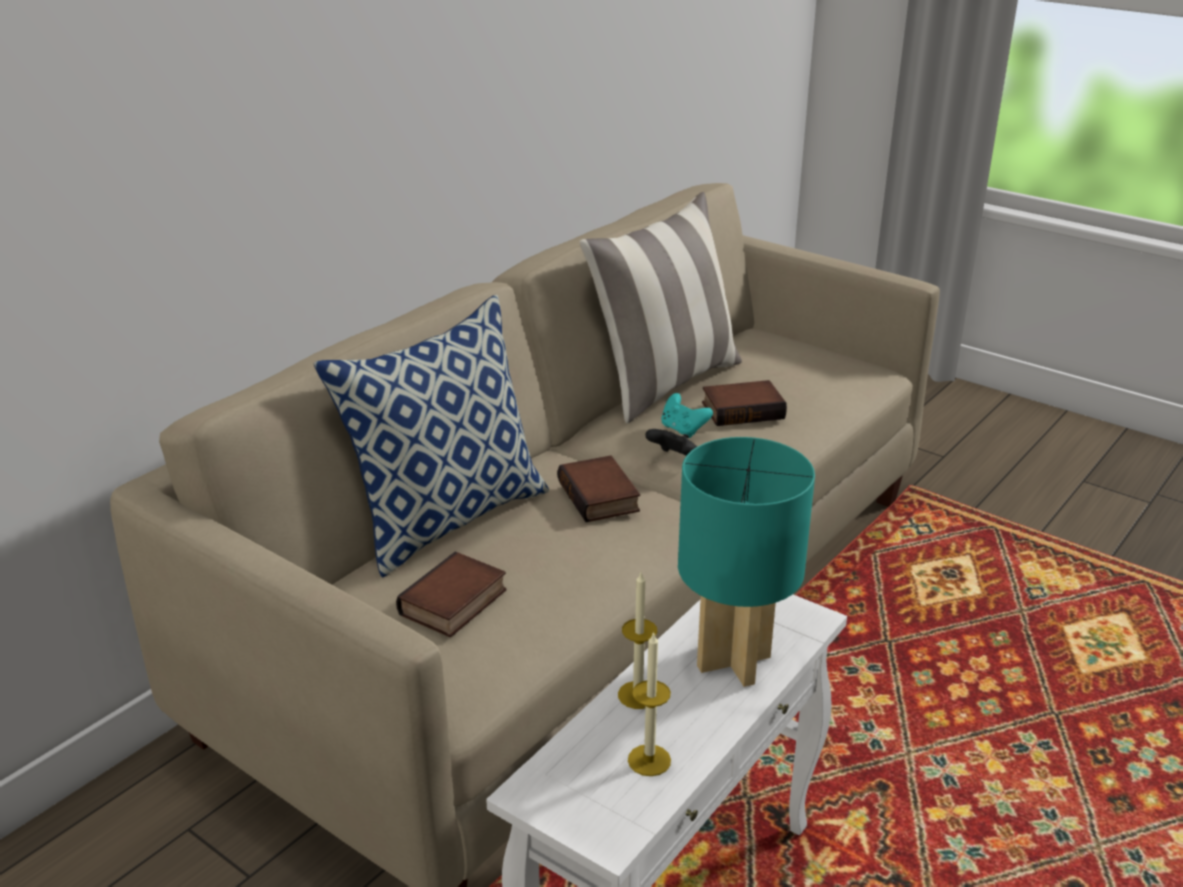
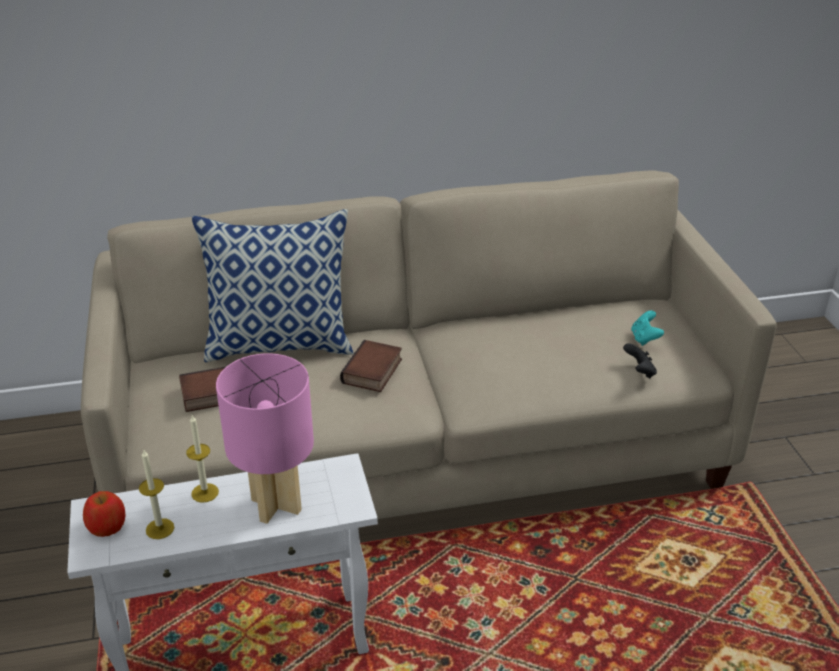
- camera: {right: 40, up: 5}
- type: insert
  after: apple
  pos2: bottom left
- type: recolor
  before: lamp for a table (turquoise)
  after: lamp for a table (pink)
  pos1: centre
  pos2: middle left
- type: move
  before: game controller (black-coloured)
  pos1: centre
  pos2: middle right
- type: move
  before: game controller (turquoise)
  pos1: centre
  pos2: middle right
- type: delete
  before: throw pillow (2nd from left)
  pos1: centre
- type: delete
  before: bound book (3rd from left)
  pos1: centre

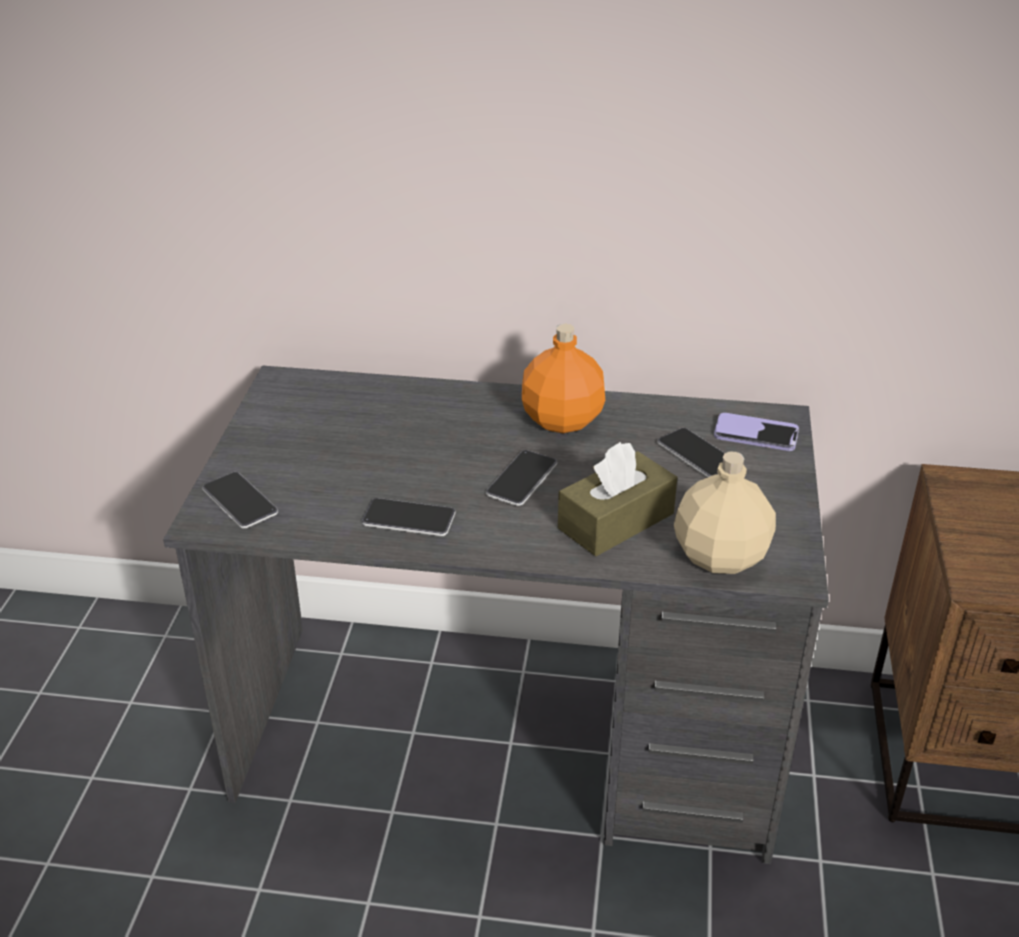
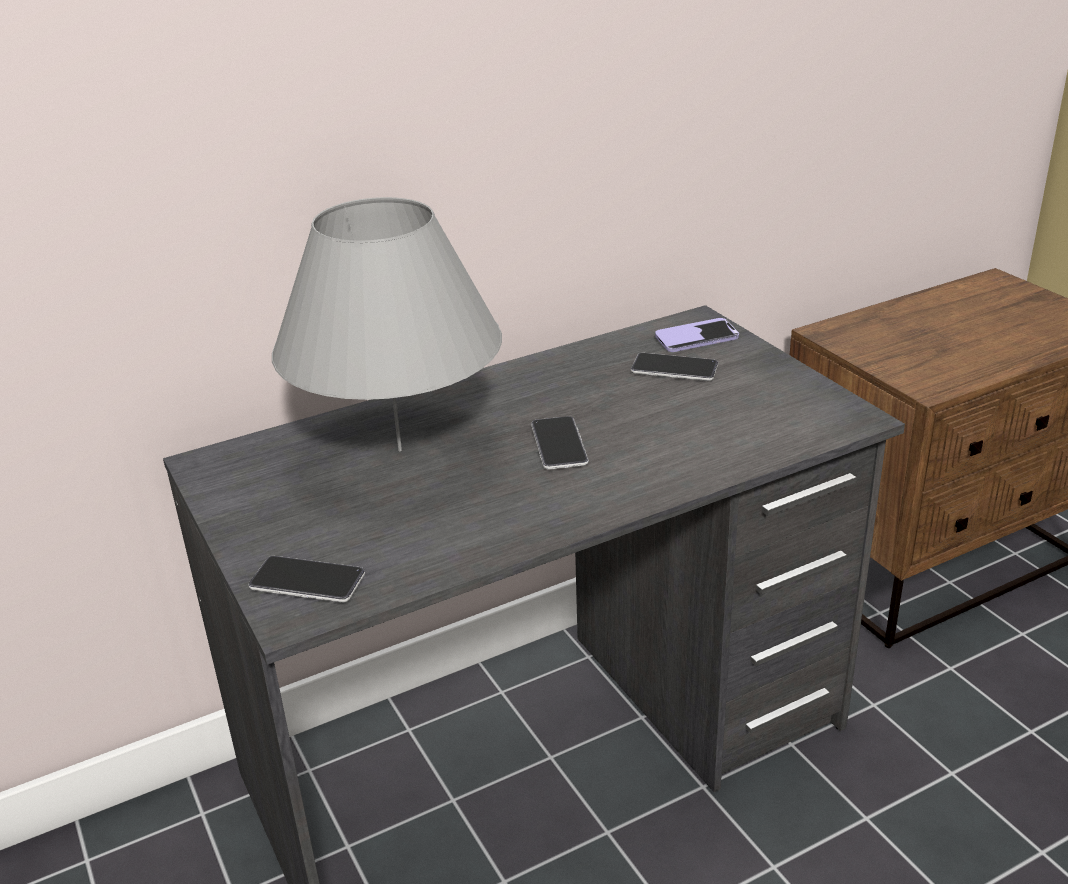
- camera: {right: -35, up: -5}
- type: insert
  after: lamp for a table (greyish)
  pos2: centre
- type: delete
  before: phone (2nd from left)
  pos1: centre
- type: delete
  before: bottle (orange)
  pos1: centre
- type: delete
  before: box of tissues (brown-coloured)
  pos1: centre
- type: delete
  before: bottle (sand-coloured)
  pos1: middle right

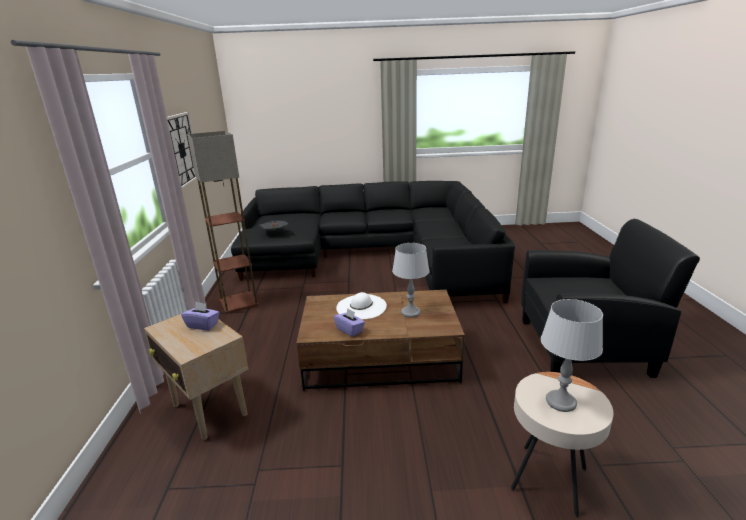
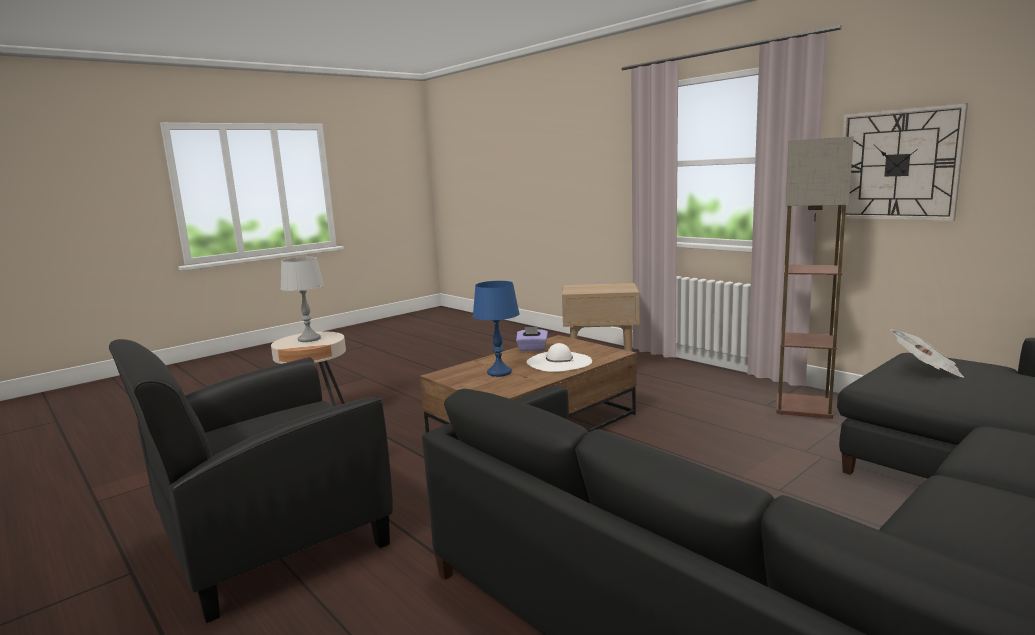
- camera: {right: 140, up: -10}
- type: recolor
  before: lamp for a table (greyish) (1st from left)
  after: lamp for a table (blue-coloured)
  pos1: centre
  pos2: centre
- type: delete
  before: box of tissues (purplish) (1st from left)
  pos1: middle left

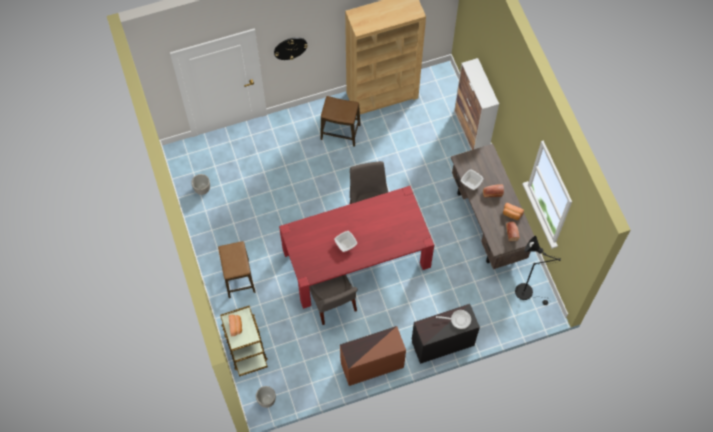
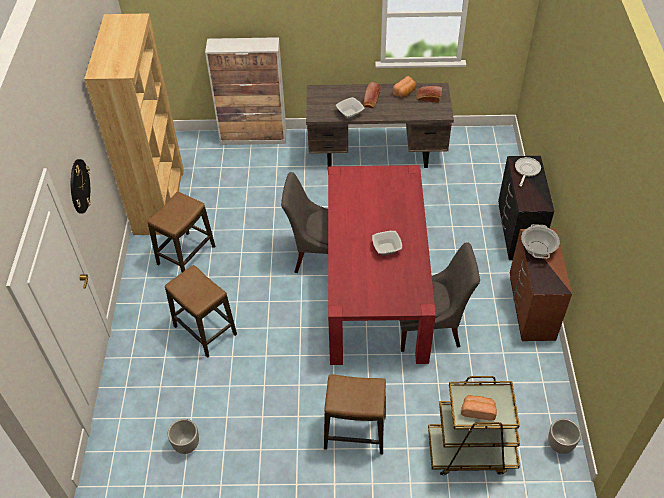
- camera: {right: -70, up: -15}
- type: insert
  after: stool (2nd from left)
  pos2: middle left
- type: insert
  after: stockpot
  pos2: middle right
- type: delete
  before: standard lamp (black-coloured)
  pos1: middle right

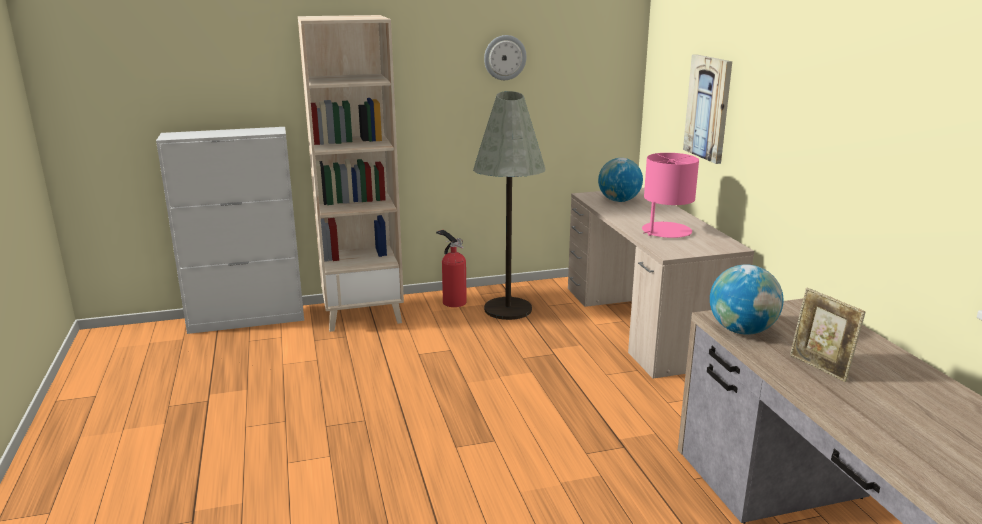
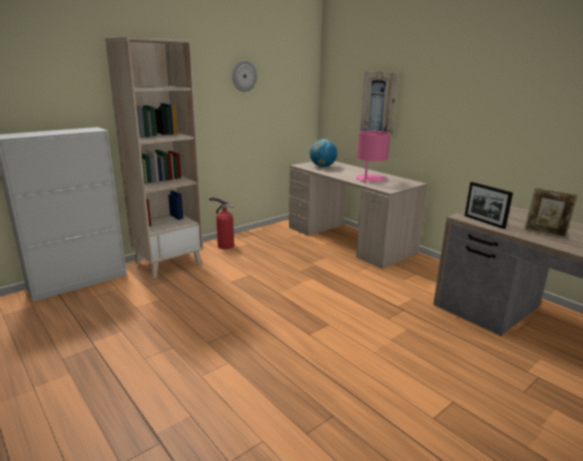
- camera: {right: -25, up: 0}
- type: replace
  before: desk globe (2nd from left)
  after: photo frame (1st from left)
  pos1: middle right
  pos2: middle right
- type: delete
  before: standard lamp (greyish)
  pos1: centre

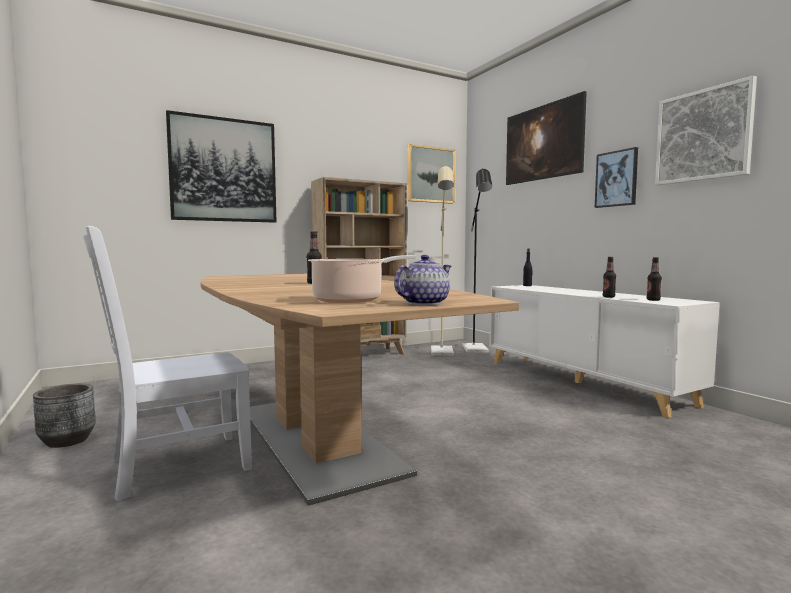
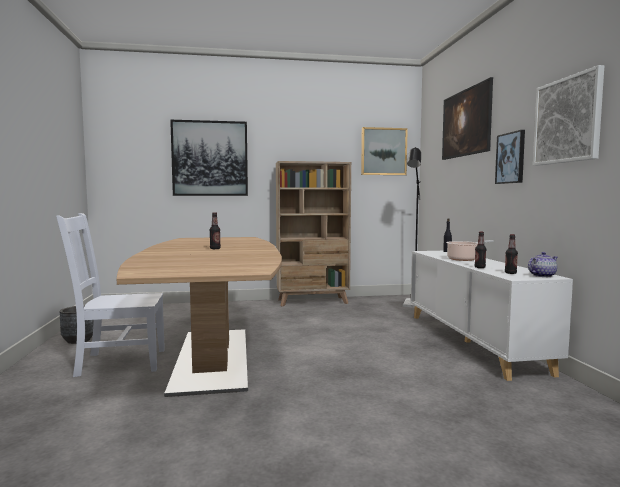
- camera: {right: 20, up: 0}
- type: move
  before: stockpot
  pos1: centre
  pos2: middle right
- type: move
  before: pot for tea
  pos1: centre
  pos2: middle right
- type: delete
  before: standard lamp (sand-coloured)
  pos1: centre

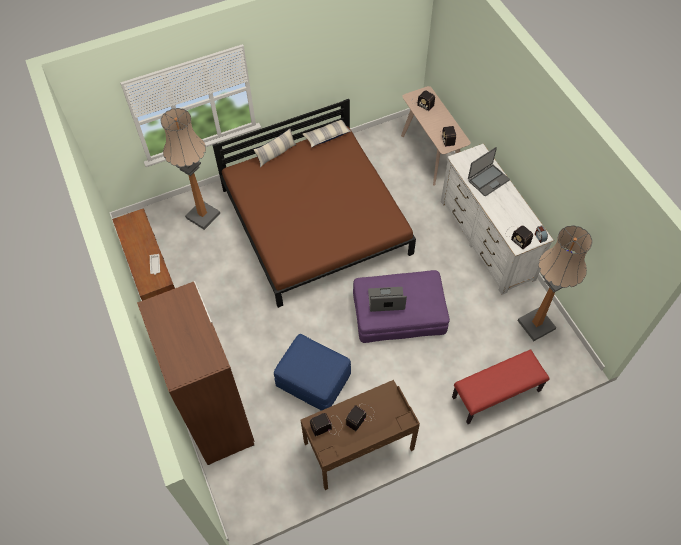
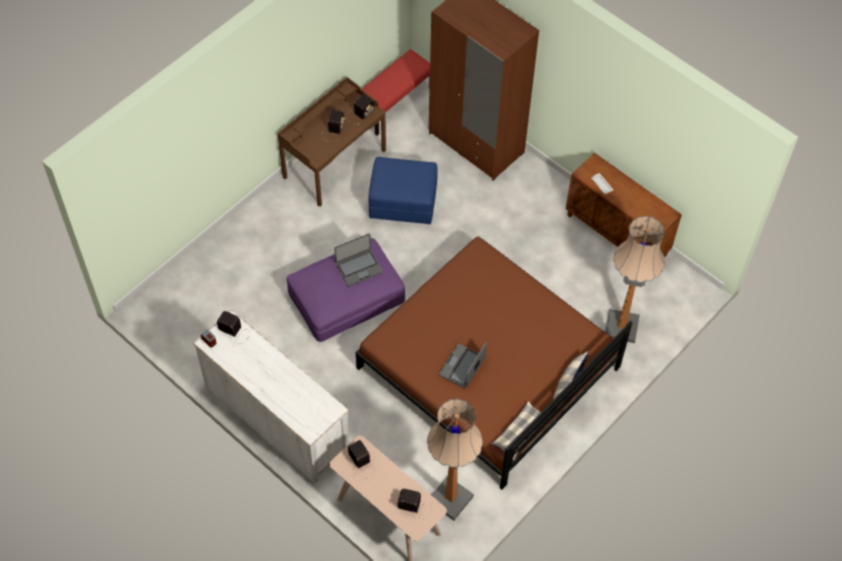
- camera: {right: 155, up: 0}
- type: move
  before: bench (red-coloured)
  pos1: bottom right
  pos2: top centre
- type: move
  before: standard lamp (2nd from left in the first image)
  after: standard lamp (1st from left)
  pos1: middle right
  pos2: bottom centre
- type: move
  before: notebook computer (2nd from left)
  pos1: top right
  pos2: centre

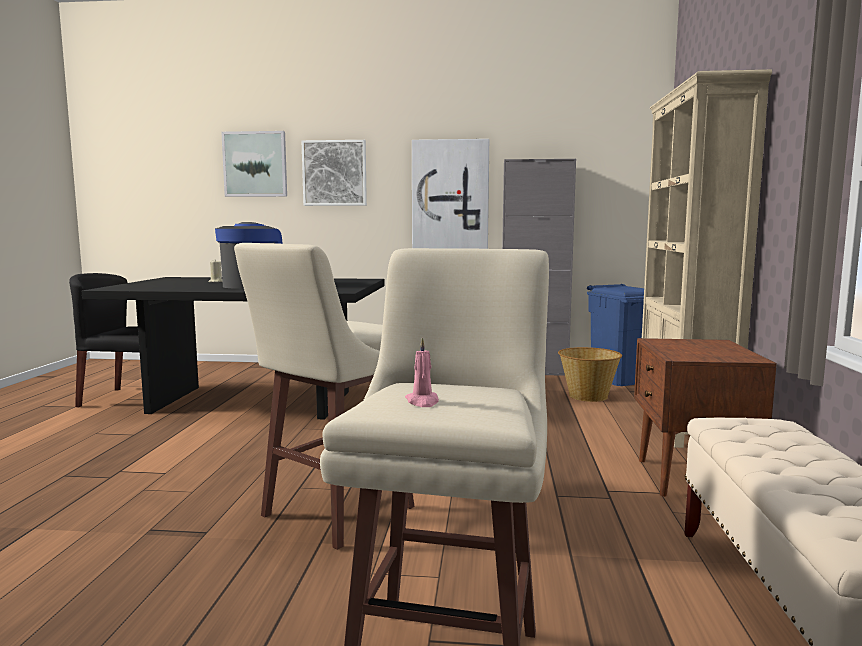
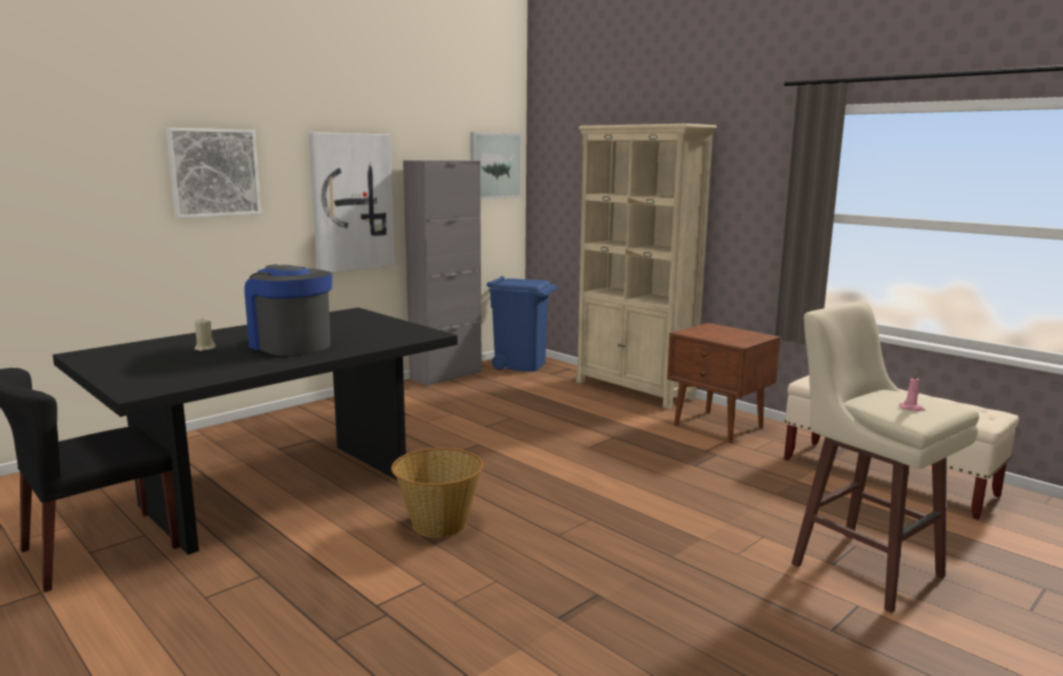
- camera: {right: -50, up: 5}
- type: move
  before: household basket
  pos1: middle right
  pos2: bottom centre
- type: move
  before: picture (1st from left in the first image)
  after: picture (3rd from left)
  pos1: top left
  pos2: top centre
- type: delete
  before: stool (sand-coloured) (1st from left)
  pos1: centre

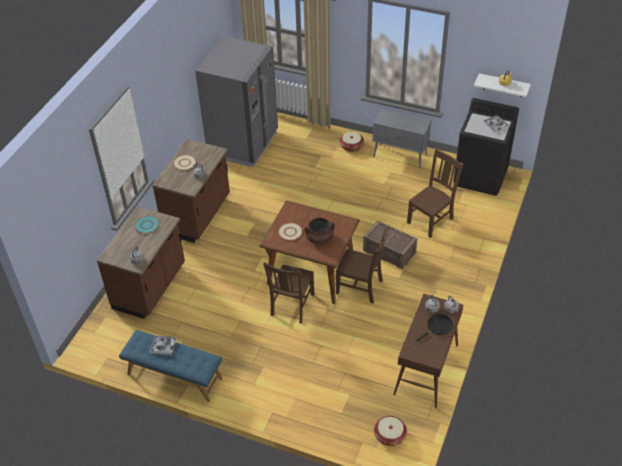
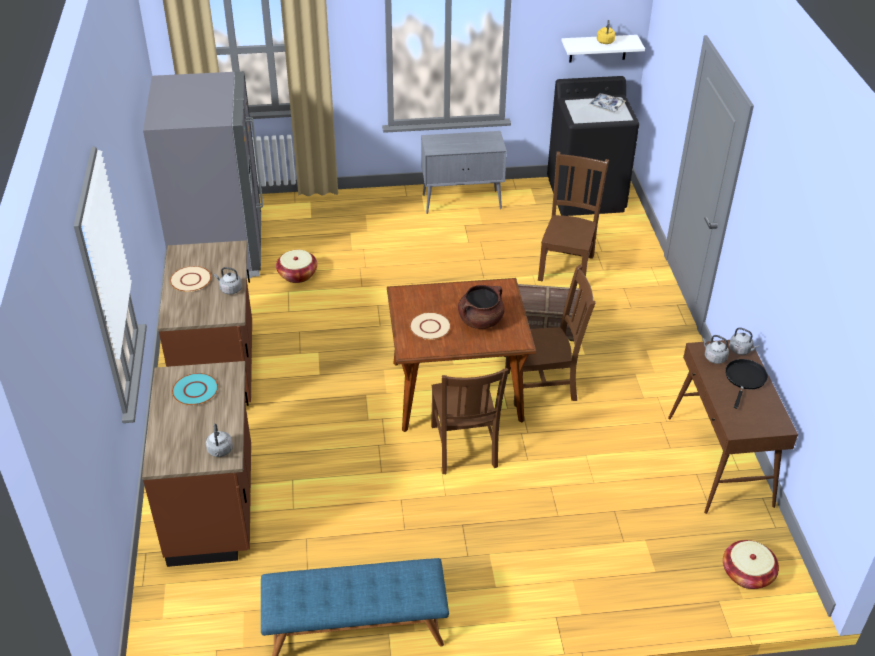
- camera: {right: -30, up: -5}
- type: move
  before: household basket (1st from left)
  pos1: top centre
  pos2: centre
- type: delete
  before: carrying tray (1st from left)
  pos1: bottom left

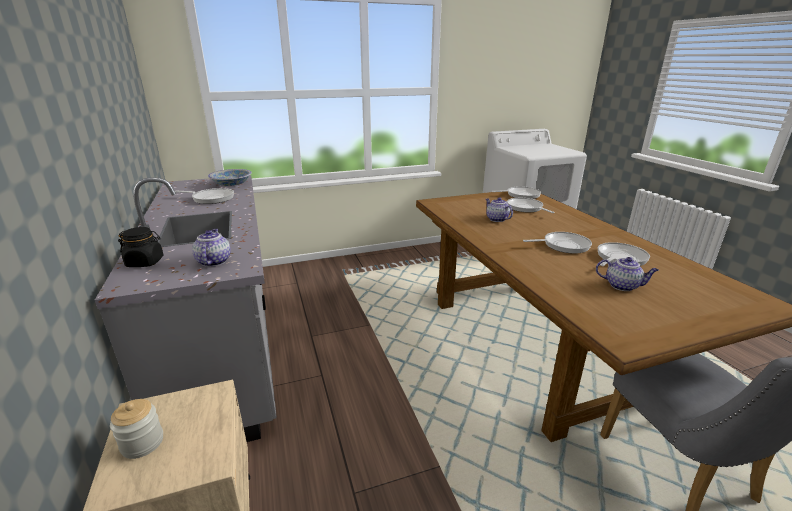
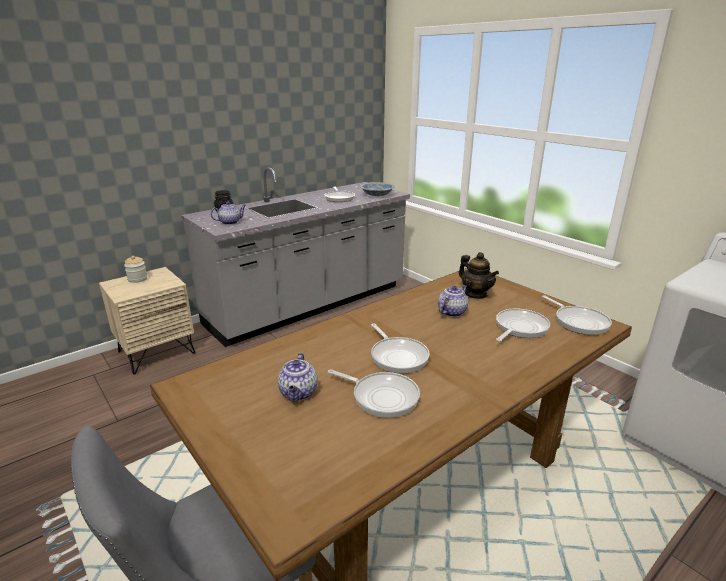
- camera: {right: 70, up: 0}
- type: insert
  after: pot for tea (4th from left)
  pos2: centre

